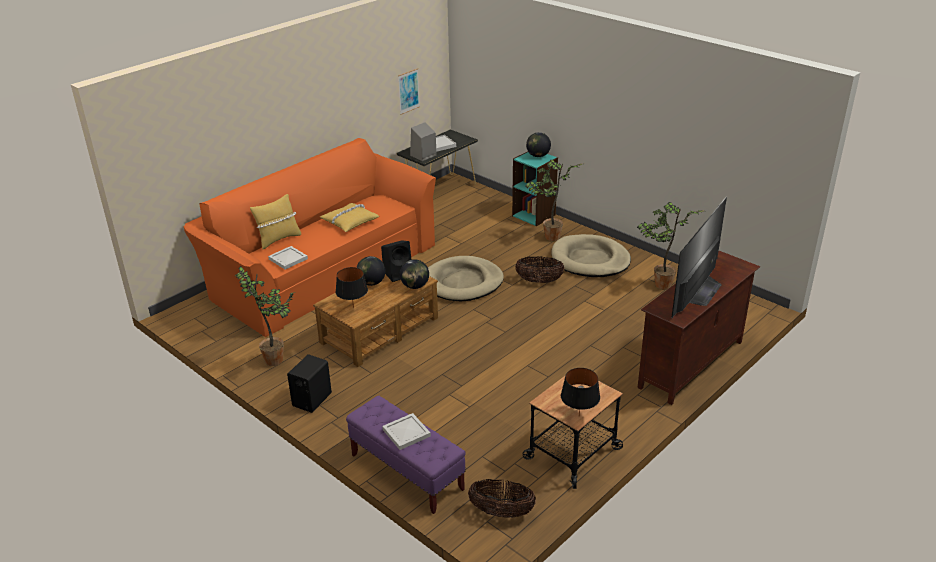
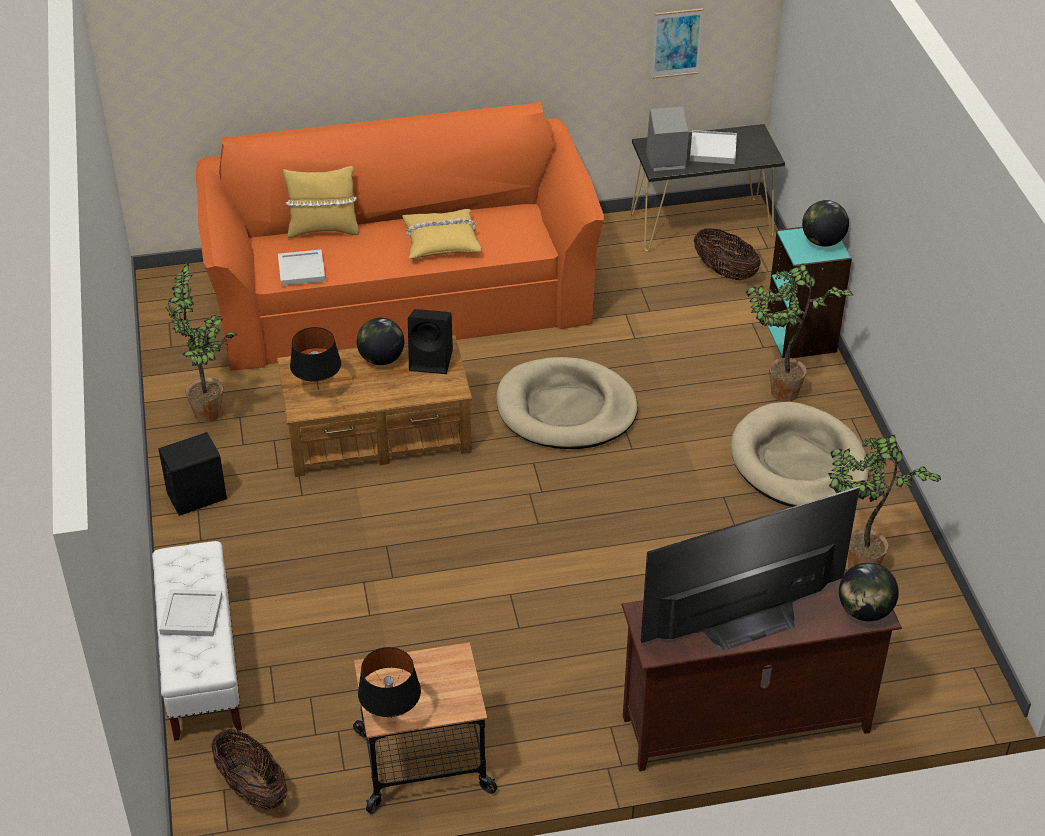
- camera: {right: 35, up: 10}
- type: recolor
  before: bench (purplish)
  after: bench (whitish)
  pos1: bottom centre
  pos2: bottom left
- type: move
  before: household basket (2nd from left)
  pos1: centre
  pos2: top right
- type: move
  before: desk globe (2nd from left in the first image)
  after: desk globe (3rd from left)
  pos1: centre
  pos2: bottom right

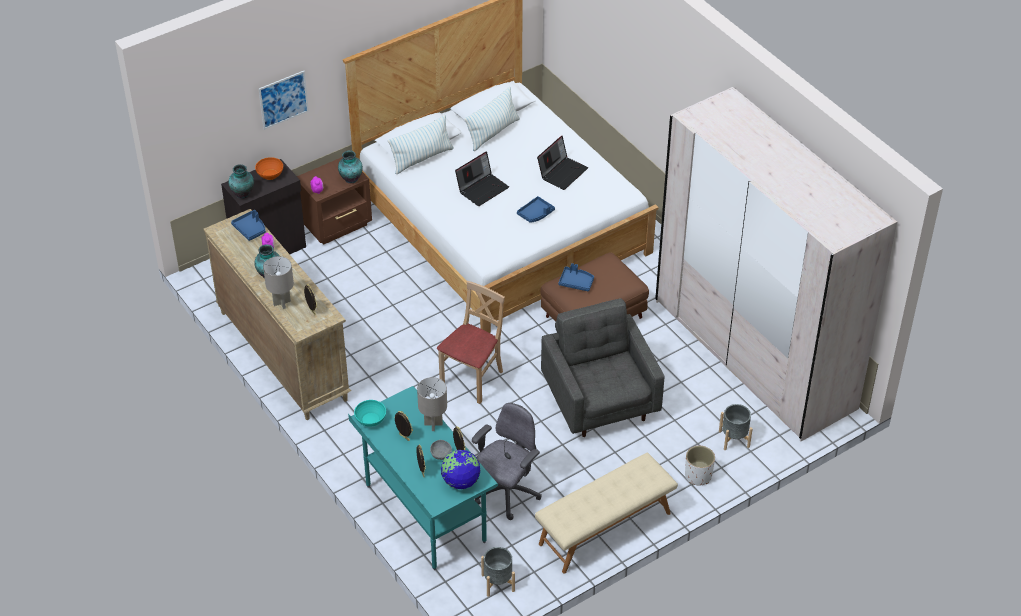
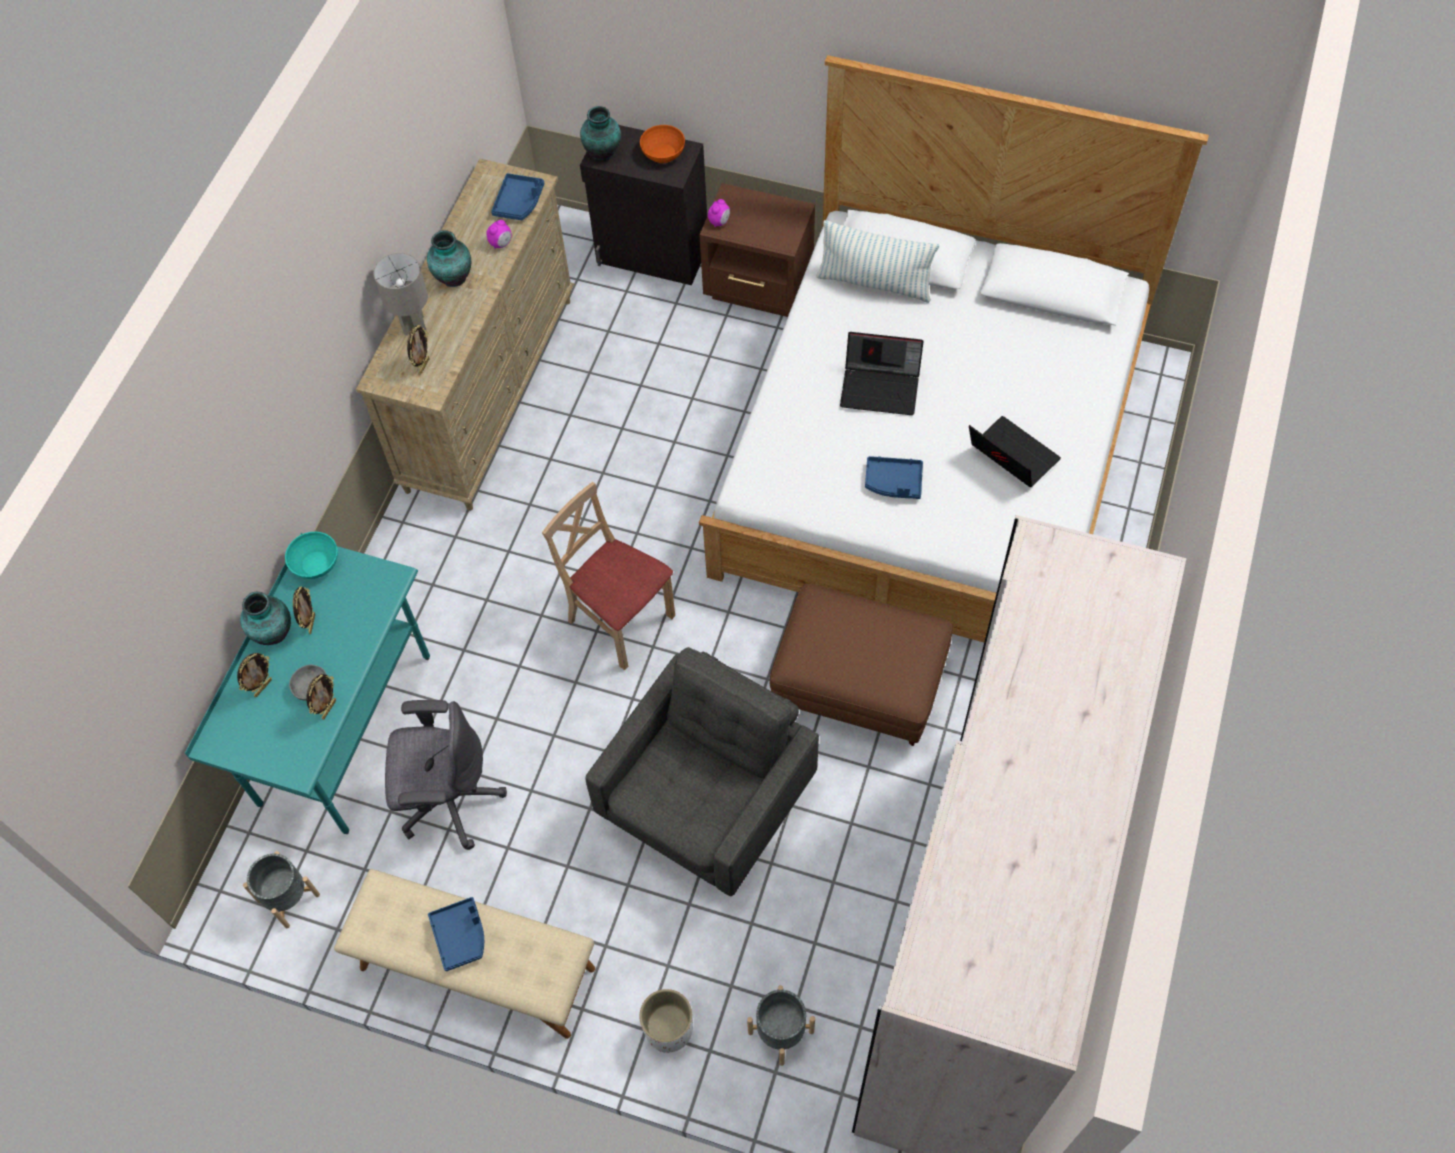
- camera: {right: 55, up: 15}
- type: move
  before: vase (3rd from left in the first image)
  after: vase (1st from left)
  pos1: top centre
  pos2: middle left
- type: move
  before: carrying tray (blue-coloured) (3rd from left in the first image)
  after: carrying tray (blue-coloured) (1st from left)
  pos1: centre
  pos2: bottom left
- type: rotate
  before: plain chair (sand-coloured)
  pos1: centre
  pos2: centre
  turn: -135
- type: rotate
  before: notebook computer (2nd from left)
  pos1: top centre
  pos2: middle right
  turn: -135
- type: delete
  before: picture
  pos1: top left
- type: delete
  before: lamp for a table (greyish) (2nd from left)
  pos1: centre
- type: delete
  before: desk globe
  pos1: bottom centre
- type: delete
  before: throw pillow (2nd from left)
  pos1: top centre

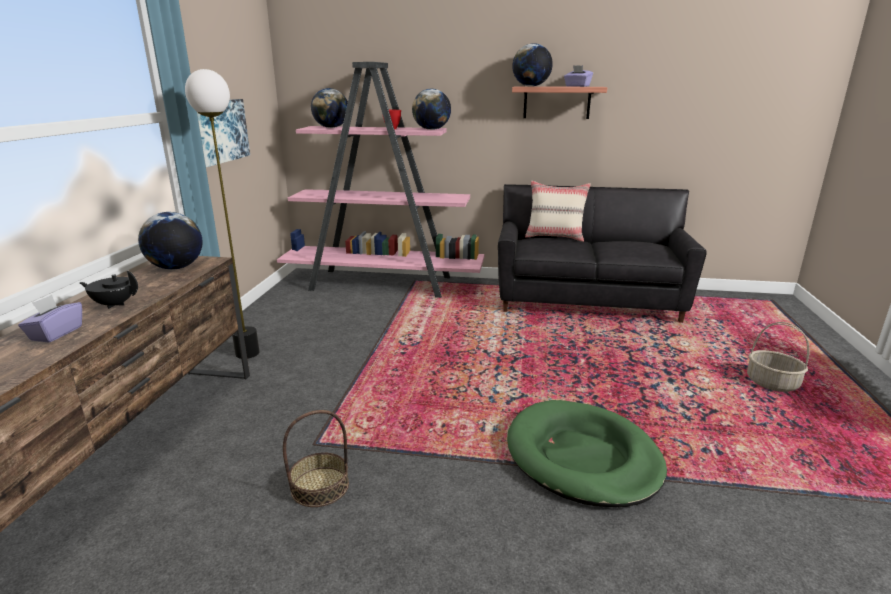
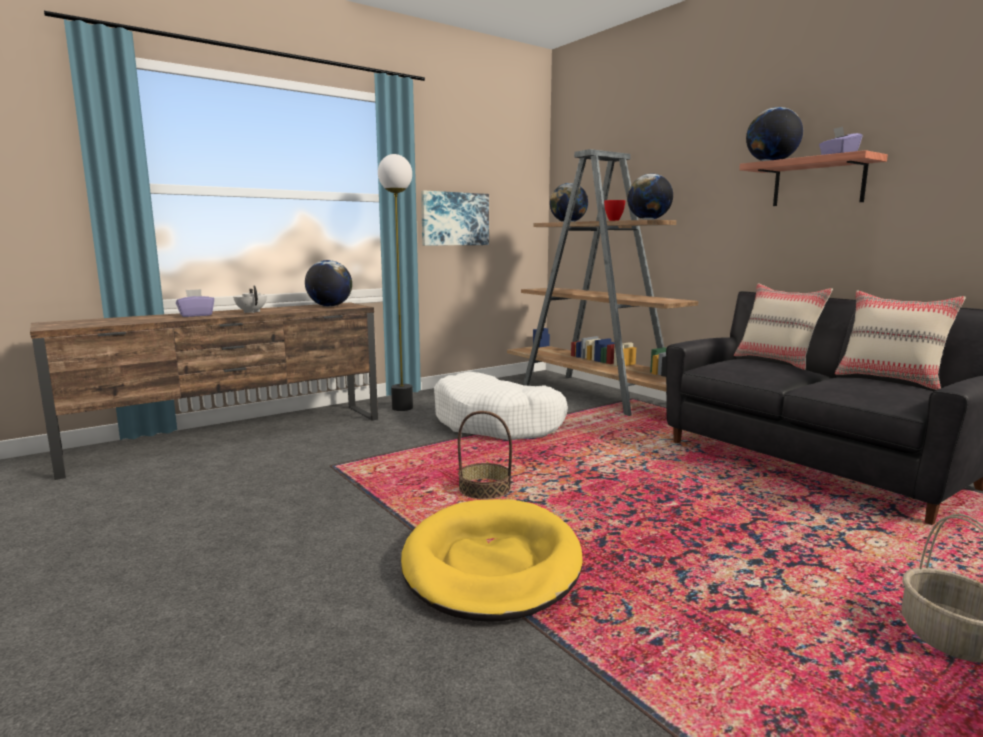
- camera: {right: 45, up: -10}
- type: recolor
  before: pot for tea (black-coloured)
  after: pot for tea (whitish)
  pos1: middle left
  pos2: middle left
- type: recolor
  before: pet bed (greenish)
  after: pet bed (yellowish)
  pos1: bottom centre
  pos2: bottom centre
- type: insert
  after: pet bed (whitish)
  pos2: centre
- type: move
  before: household basket (1st from left)
  pos1: bottom centre
  pos2: centre
- type: recolor
  before: shelving unit (pink)
  after: shelving unit (brown-coloured)
  pos1: top centre
  pos2: centre
- type: insert
  after: throw pillow (sand-coloured) (2nd from left)
  pos2: middle right

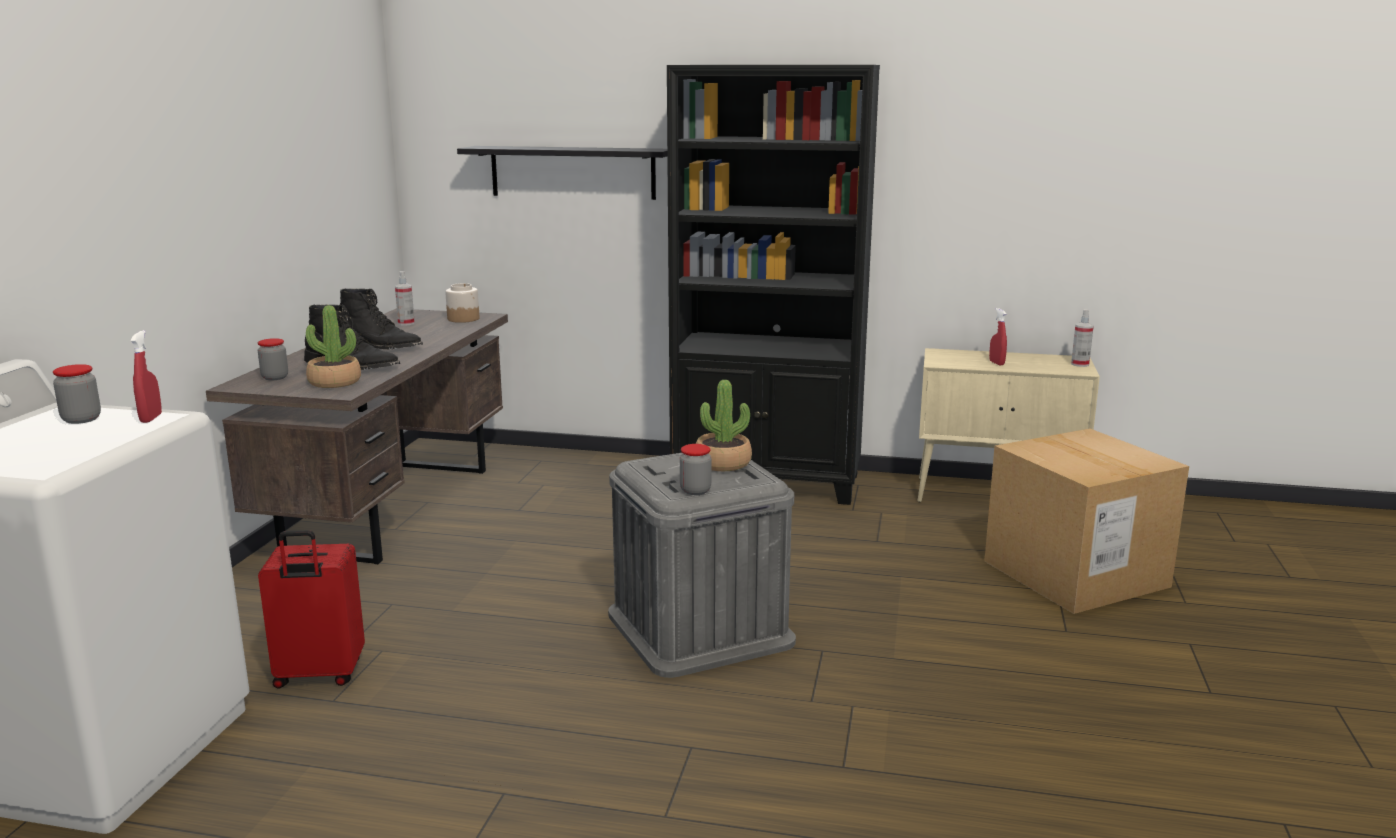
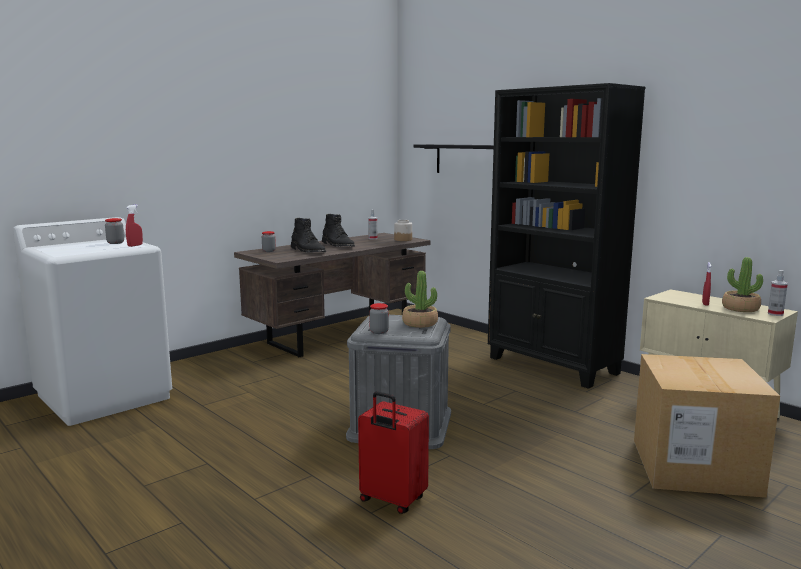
- camera: {right: 35, up: -5}
- type: move
  before: suitcase (red-coloured)
  pos1: bottom left
  pos2: bottom centre
- type: move
  before: plant in a pot (1st from left in the first image)
  after: plant in a pot (2nd from left)
  pos1: middle left
  pos2: middle right

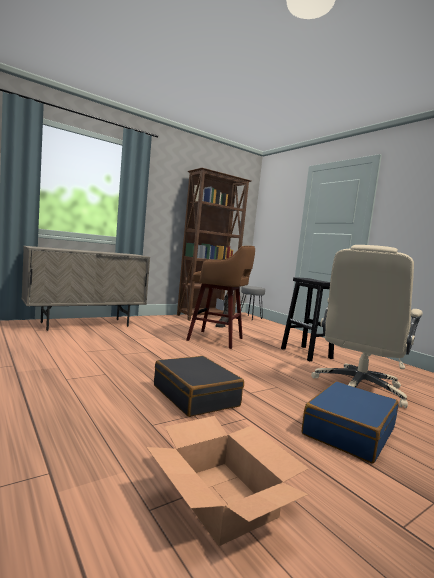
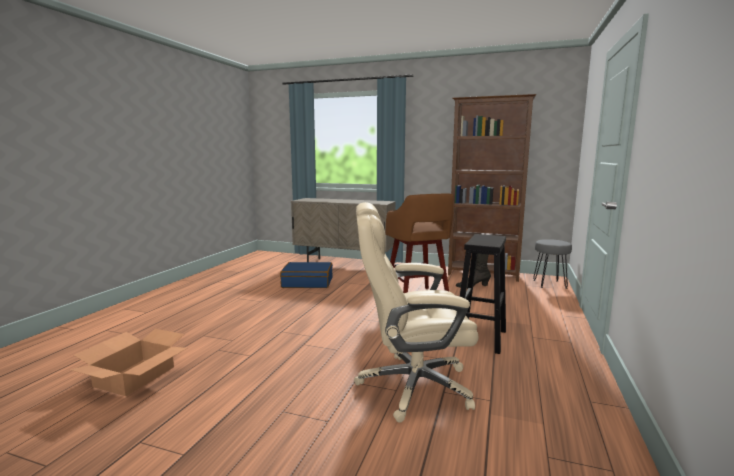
- camera: {right: 55, up: 5}
- type: move
  before: suitcase (blue-coloured)
  pos1: bottom right
  pos2: centre
- type: delete
  before: suitcase (black-coloured)
  pos1: bottom centre

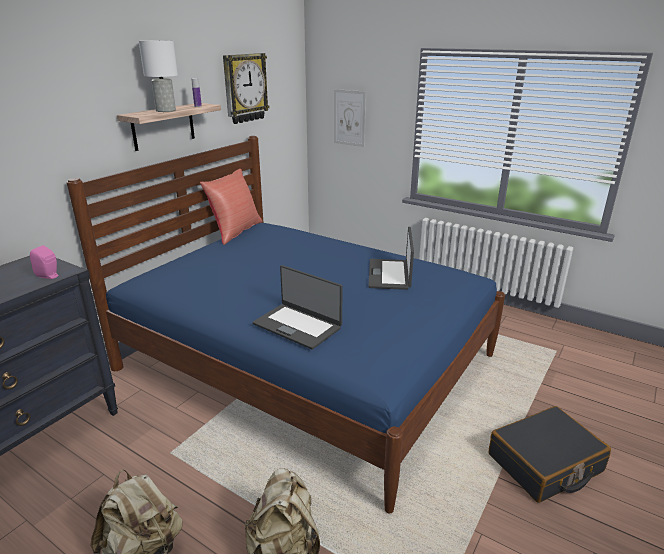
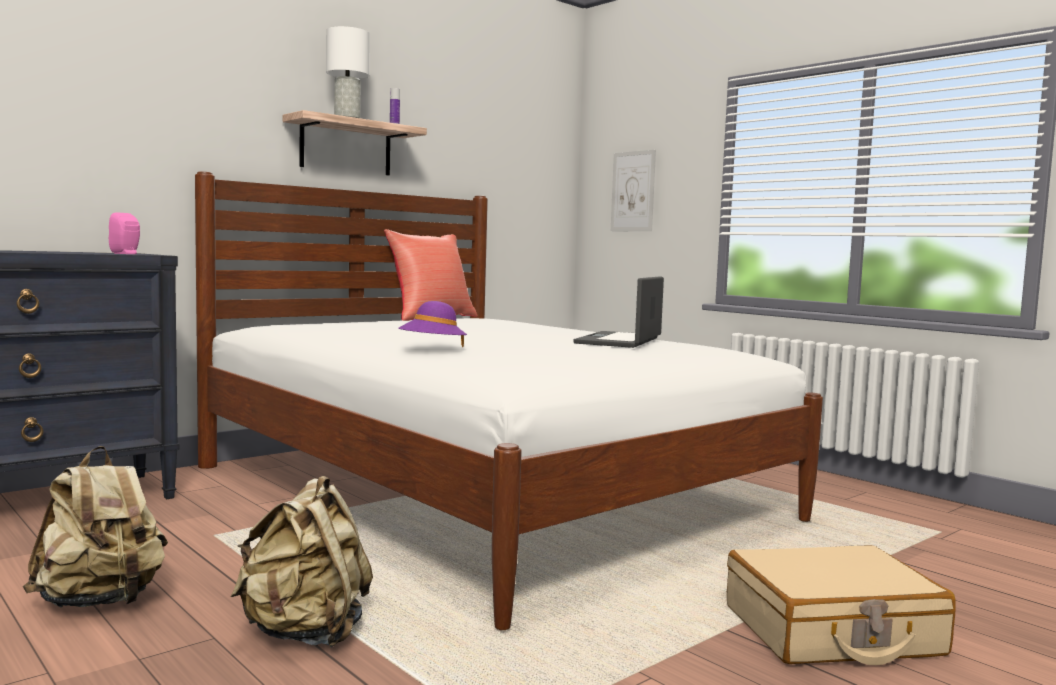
- camera: {right: 15, up: -20}
- type: recolor
  before: bedroom bed (blue-coloured)
  after: bedroom bed (whitish)
  pos1: centre
  pos2: centre
- type: replace
  before: notebook computer (1st from left)
  after: hat (purplish)
  pos1: centre
  pos2: centre
- type: recolor
  before: suitcase (black-coloured)
  after: suitcase (sand-coloured)
  pos1: bottom right
  pos2: bottom right
- type: delete
  before: clock on the wall
  pos1: top centre

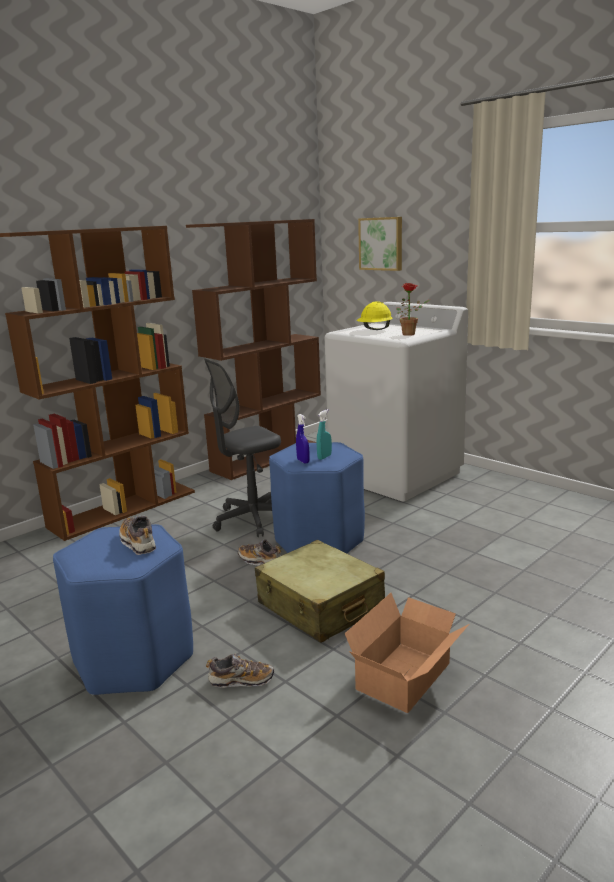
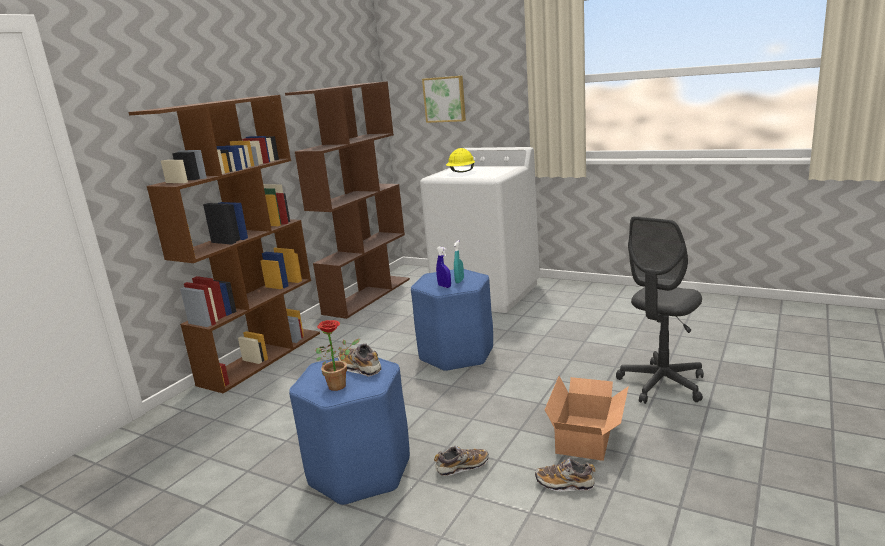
- camera: {right: -15, up: 0}
- type: move
  before: plant in a pot
  pos1: middle right
  pos2: centre
- type: move
  before: item of footwear (3rd from left)
  pos1: centre
  pos2: bottom centre
- type: move
  before: desk chair (greyish)
  pos1: centre
  pos2: middle right
- type: delete
  before: suitcase (sand-coloured)
  pos1: bottom centre

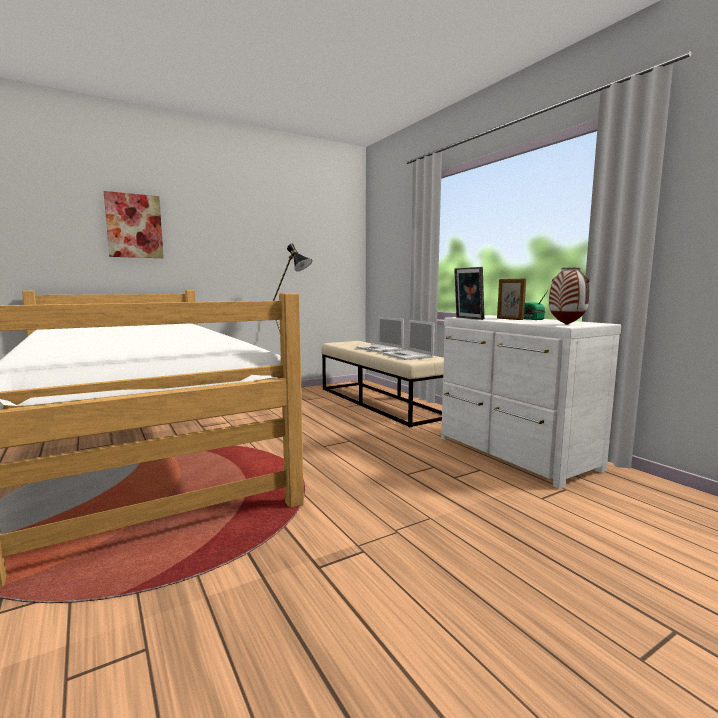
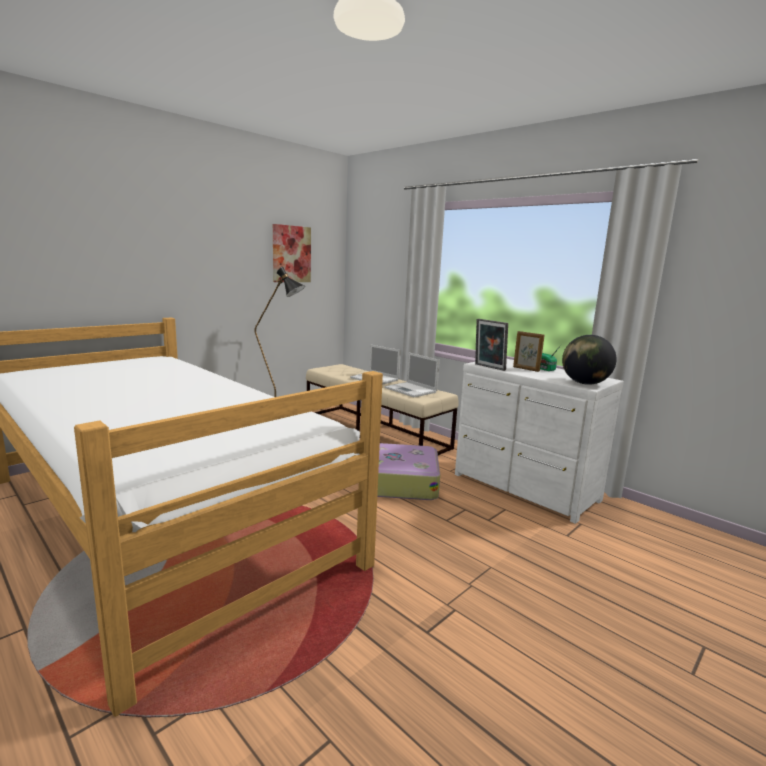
- camera: {right: -15, up: 5}
- type: move
  before: picture
  pos1: top left
  pos2: top centre
- type: insert
  after: suitcase
  pos2: centre
- type: replace
  before: vase
  after: desk globe
  pos1: middle right
  pos2: middle right

